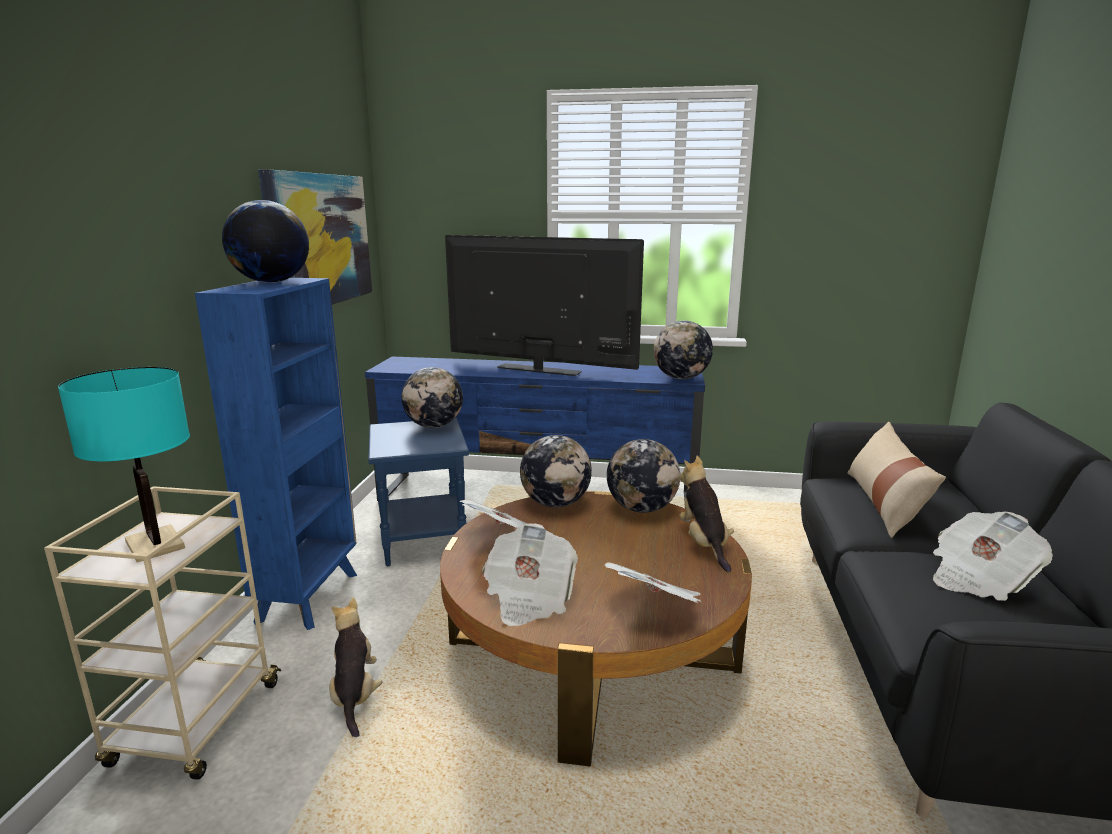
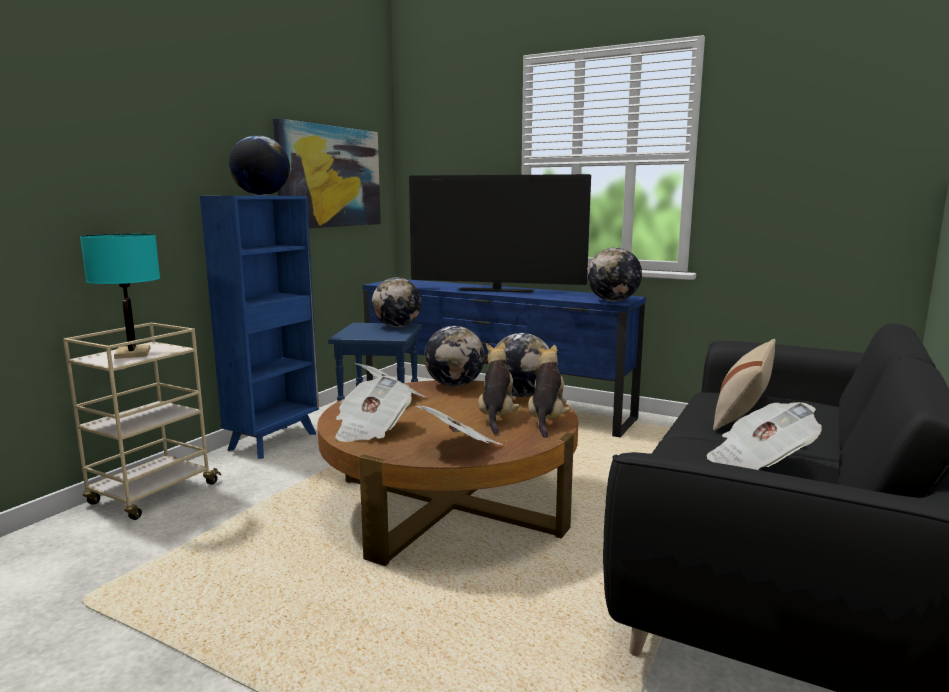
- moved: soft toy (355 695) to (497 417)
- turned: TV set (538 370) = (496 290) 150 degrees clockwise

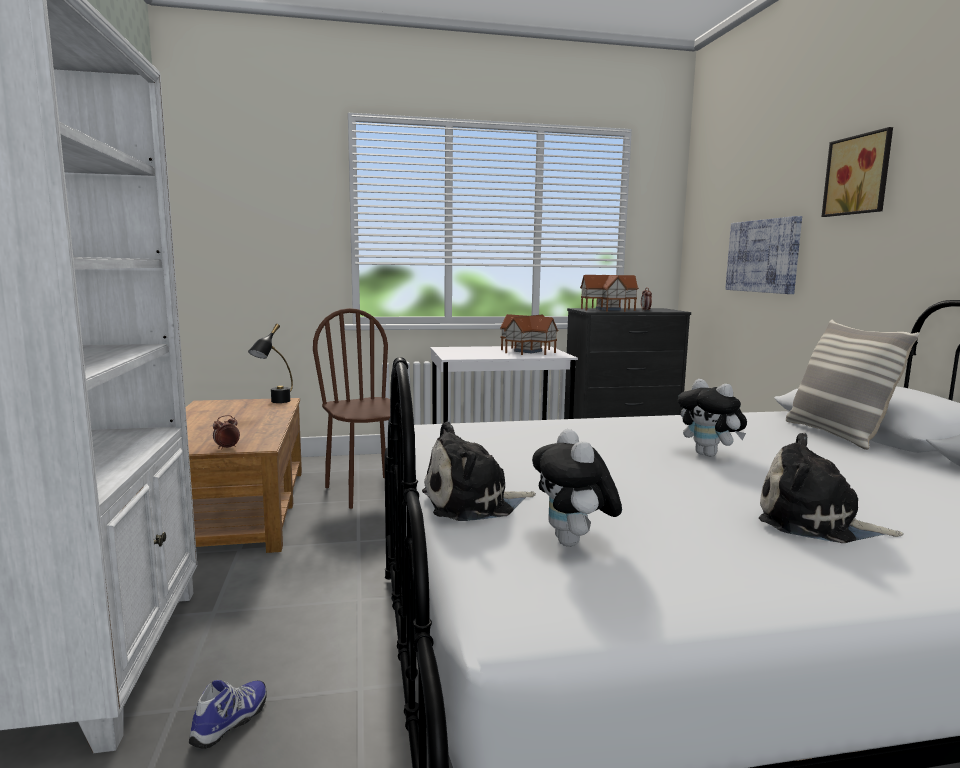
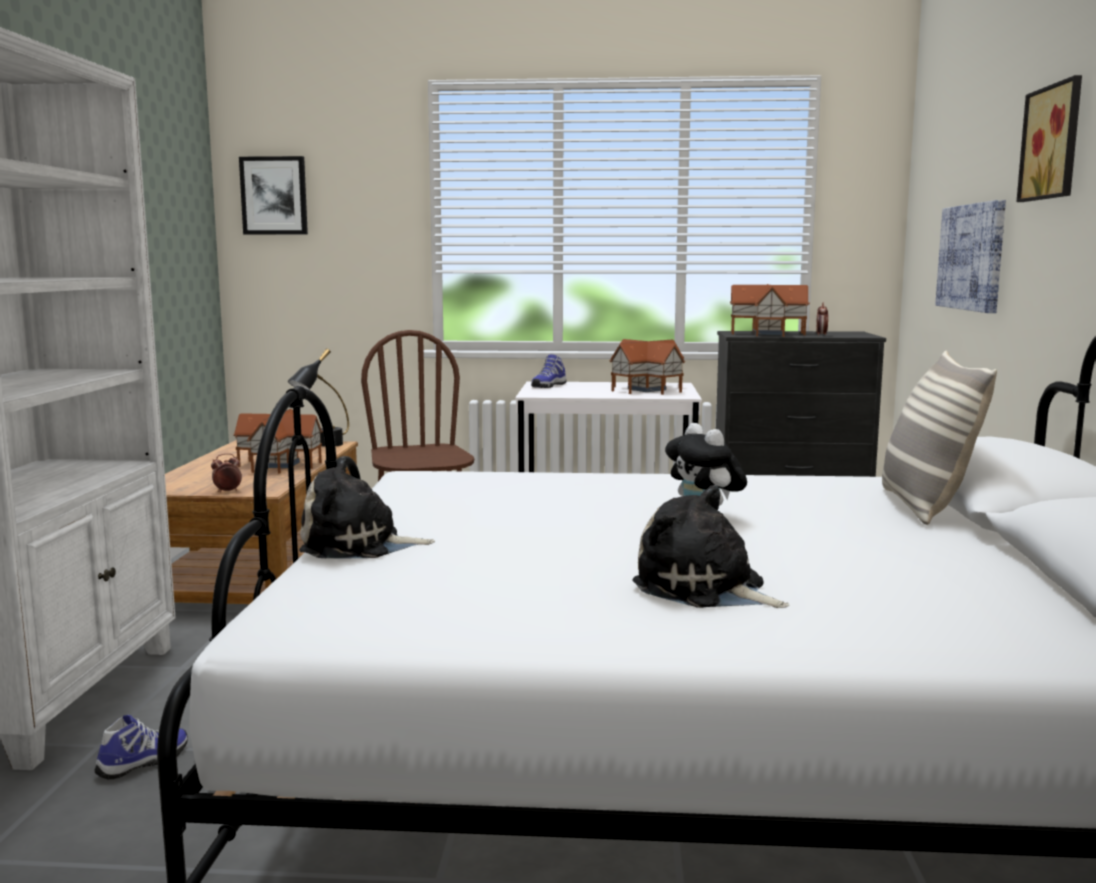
- removed: soft toy (574 543)
- added: toy house (279 464)
- added: wall picture (274 196)
- added: item of footwear (548 386)

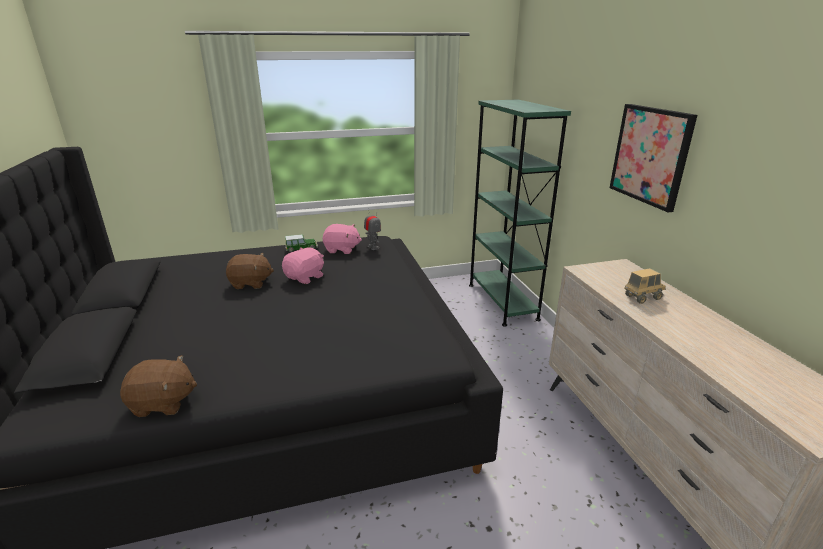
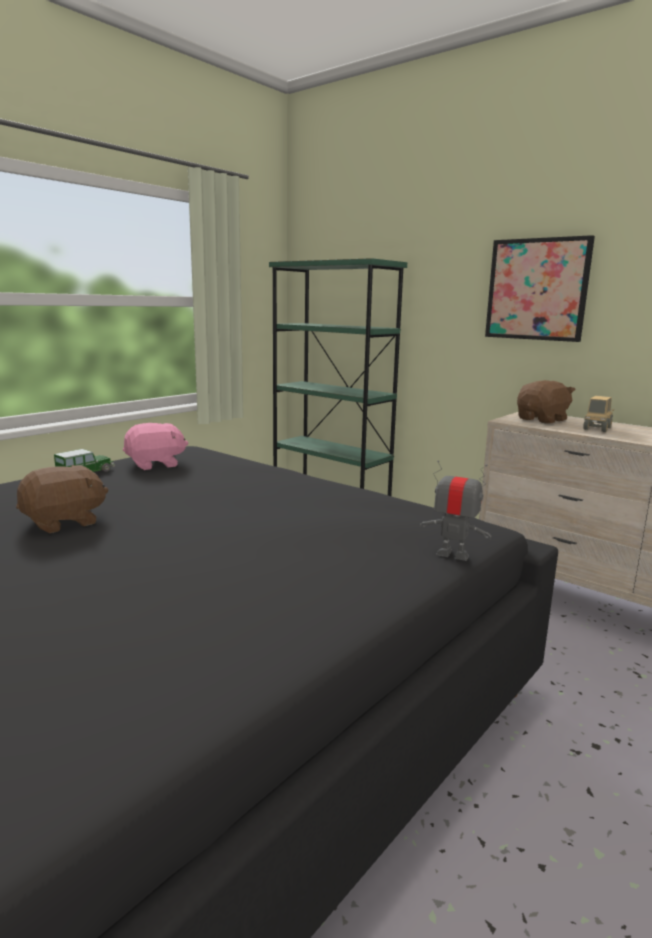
- removed: pink-coloured soft toy (305 277)
- moved: brown-coloured soft toy (163 403) to (542 420)
- moved: toy robot (373 247) to (453 554)

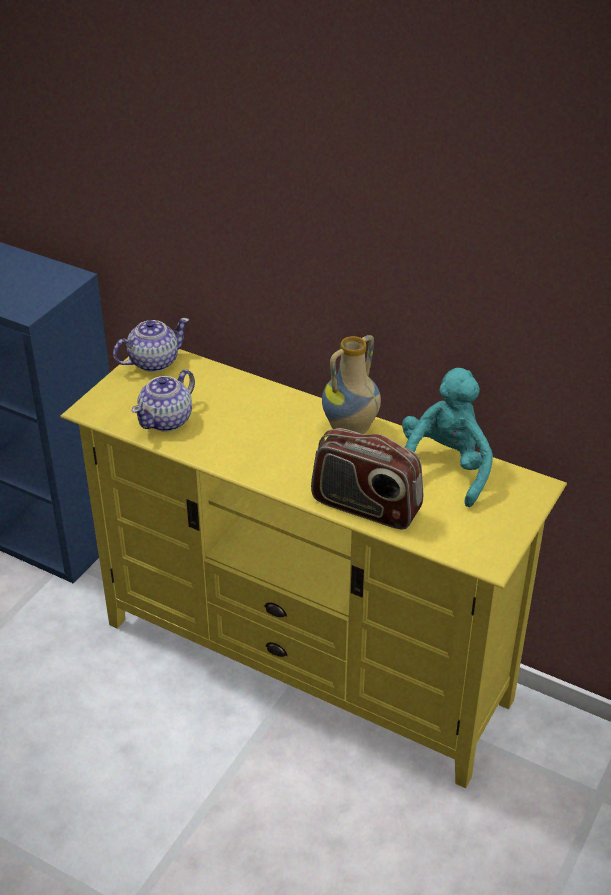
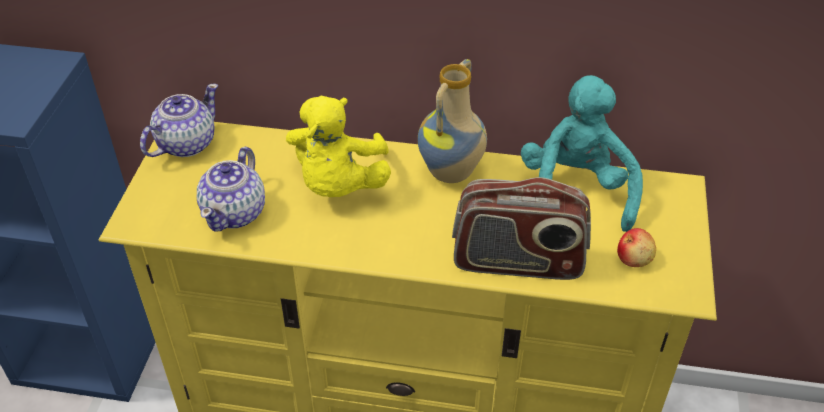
- added: yellowish soft toy (339 185)
- added: apple fruit (634 258)

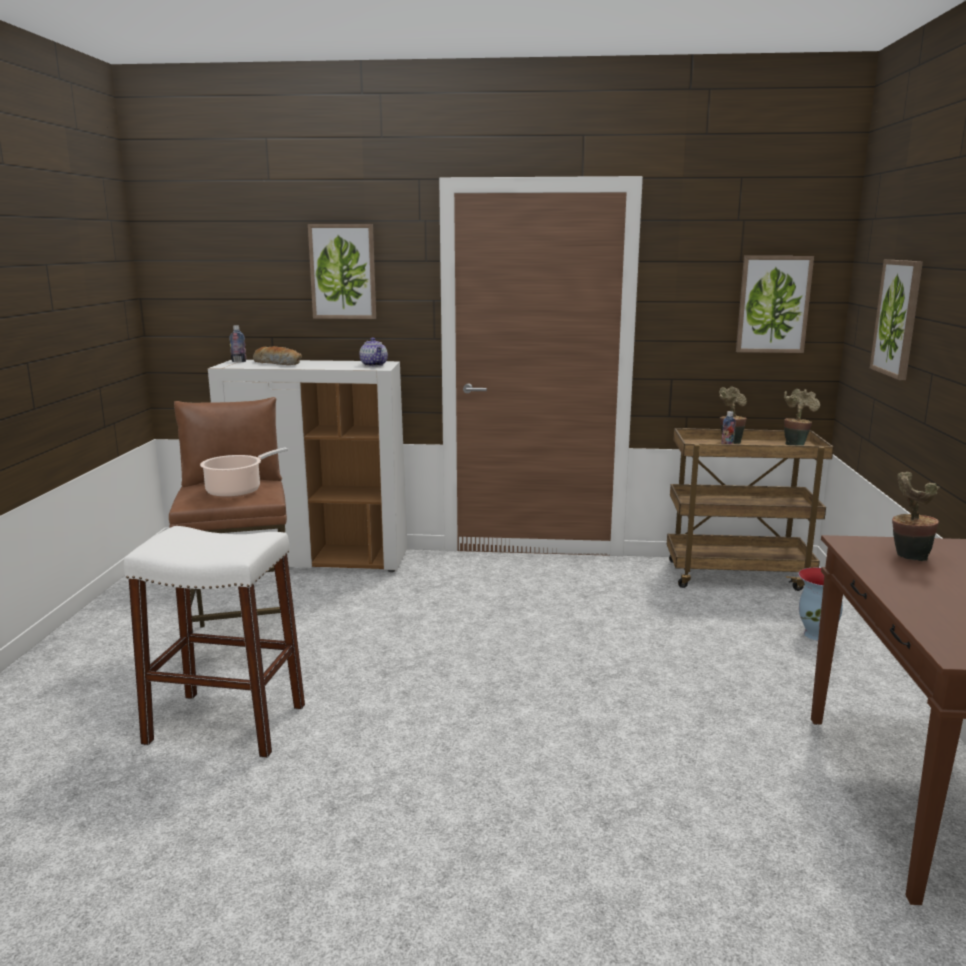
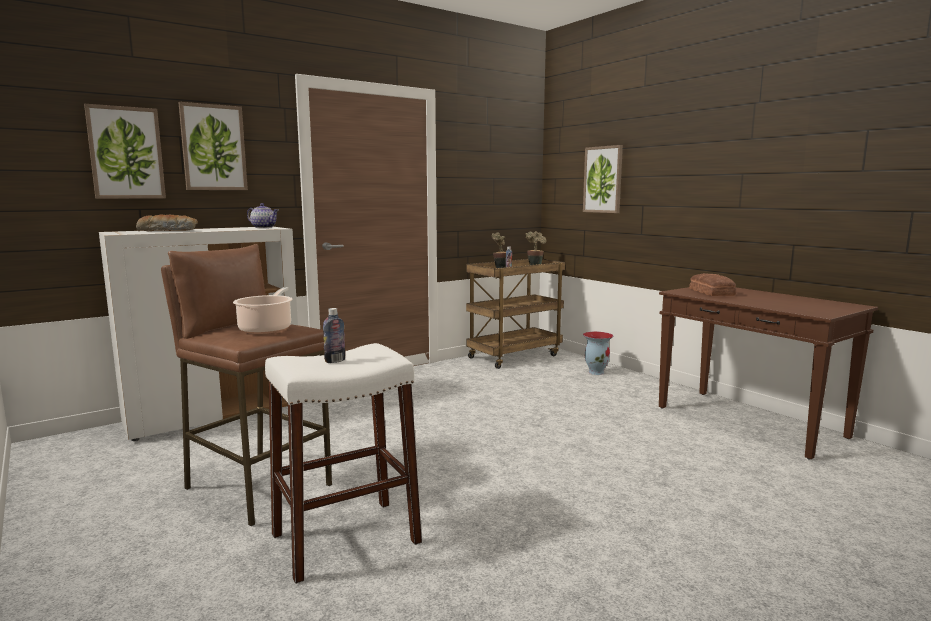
- moved: bottle (239 361) to (335 361)
- moved: wall picture (773 304) to (126 153)
- replaced: plant in a pot (907 557) to baked bread (711 292)

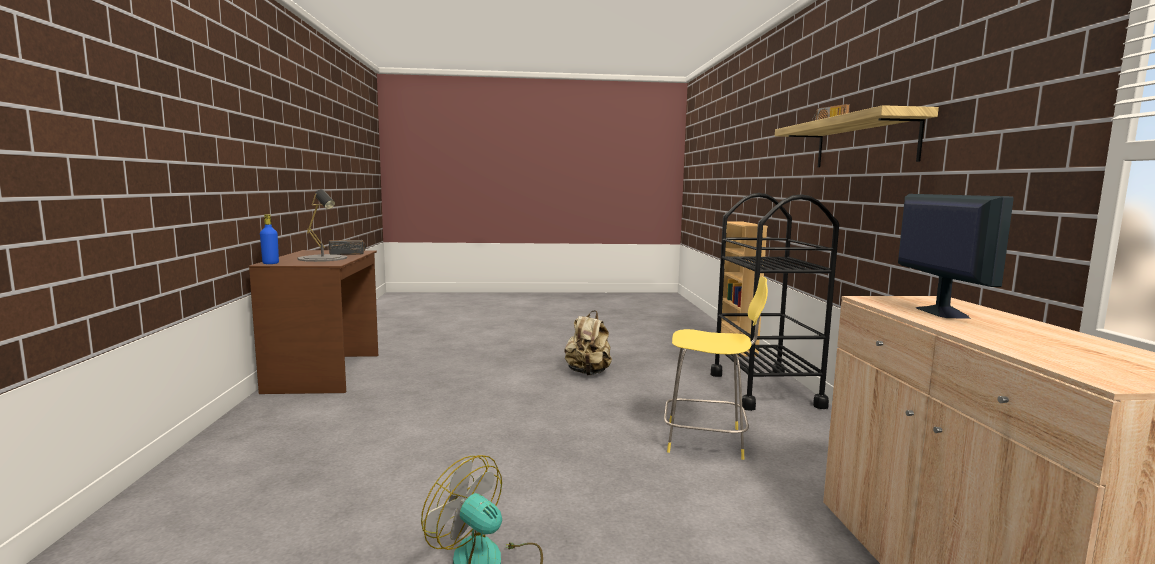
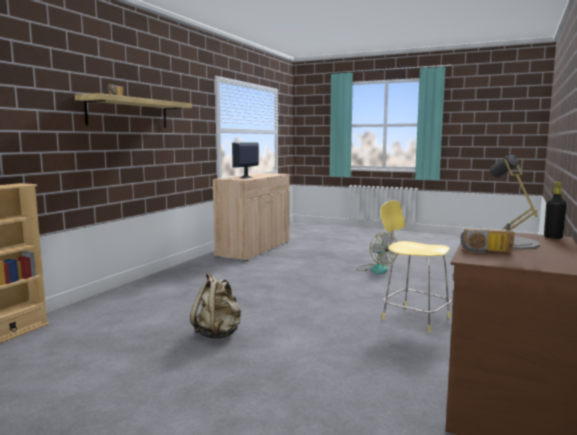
- removed: blackish trolley (764 390)
- moved: yellowish stool seat (708 440) to (413 317)
- recoloured: bluish bottle (270 263) to blackish bottle (553 237)

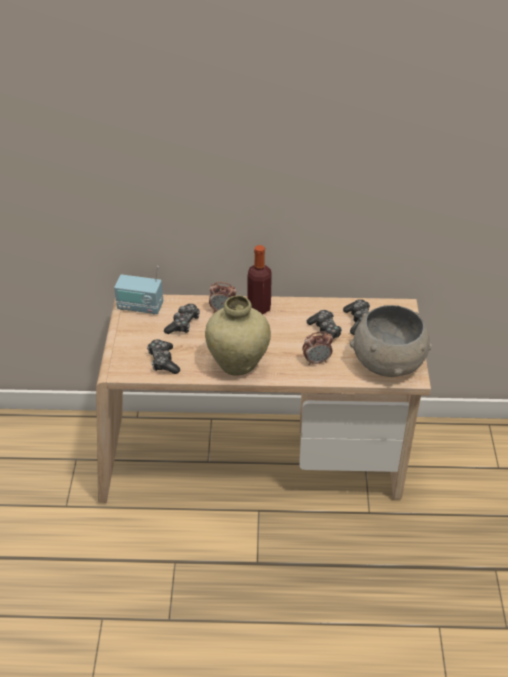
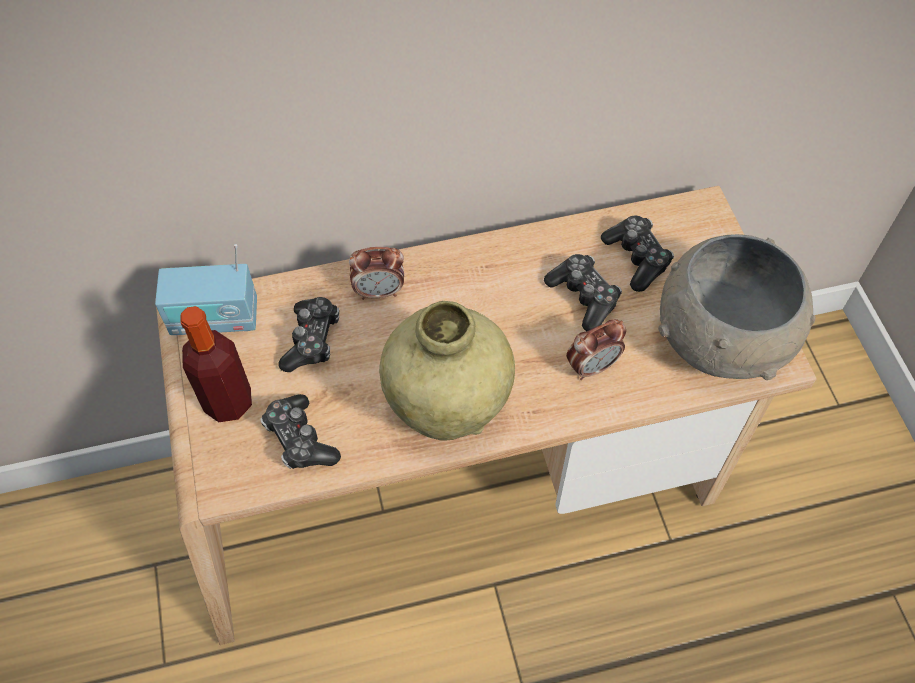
- moved: bottle (259 307) to (228 402)

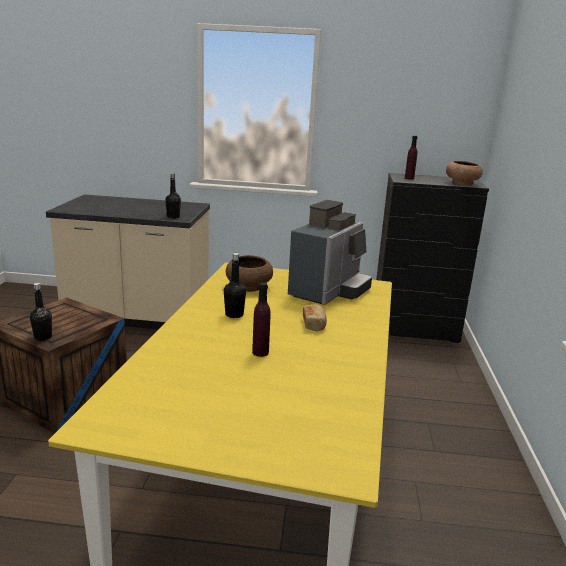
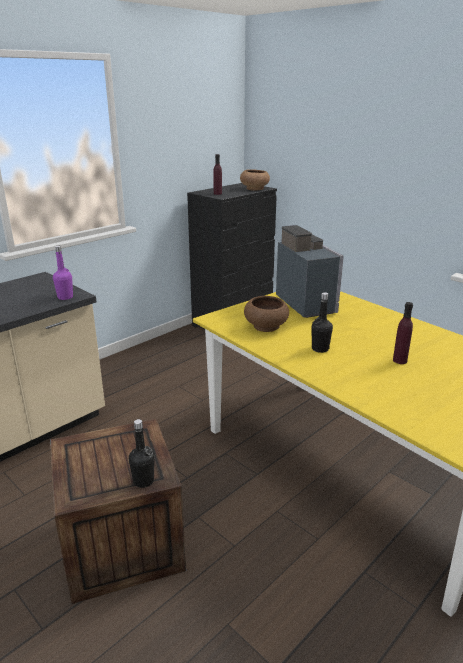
- removed: baked bread (314 324)
- recoloured: blackish bottle (173 217) to purple bottle (65 297)

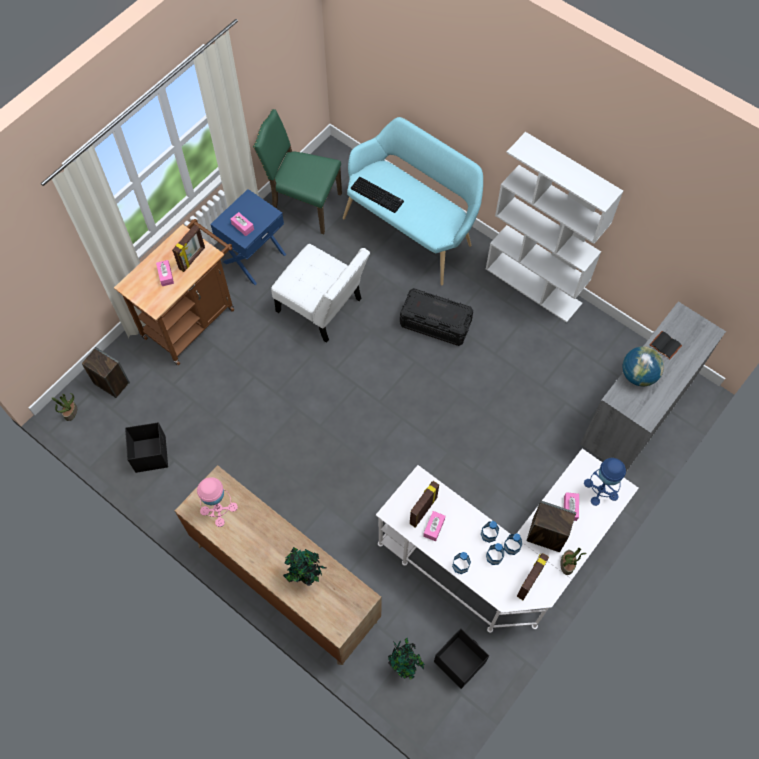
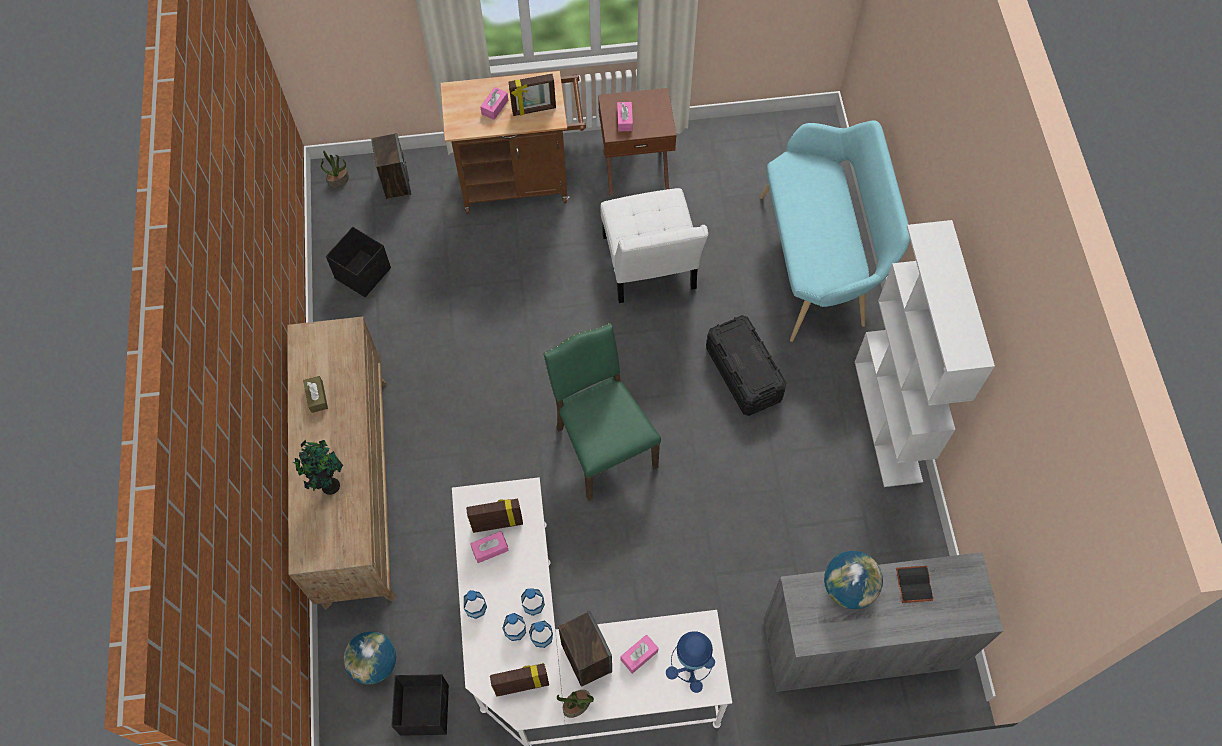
- removed: pink-coloured lamp for a table (219 509)
- removed: keyboard (378 195)
- added: brown-coloured box of tissues (317 397)
- moved: green plain chair (304 205) to (603 446)
- replaced: plant in a pot (404 665) to world globe (374 663)
- recoloured: bluish nightstand (254 257) to brown-coloured nightstand (635 168)

